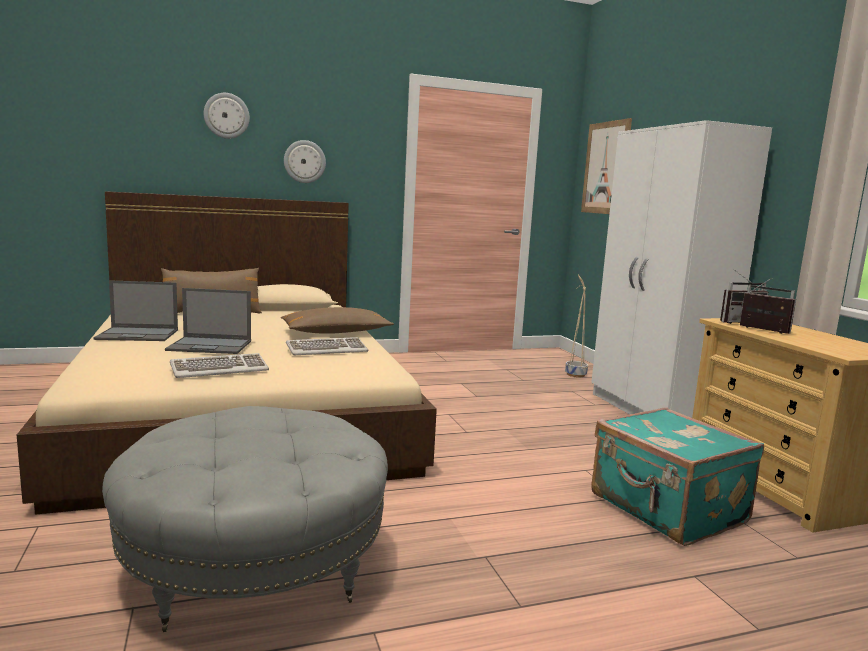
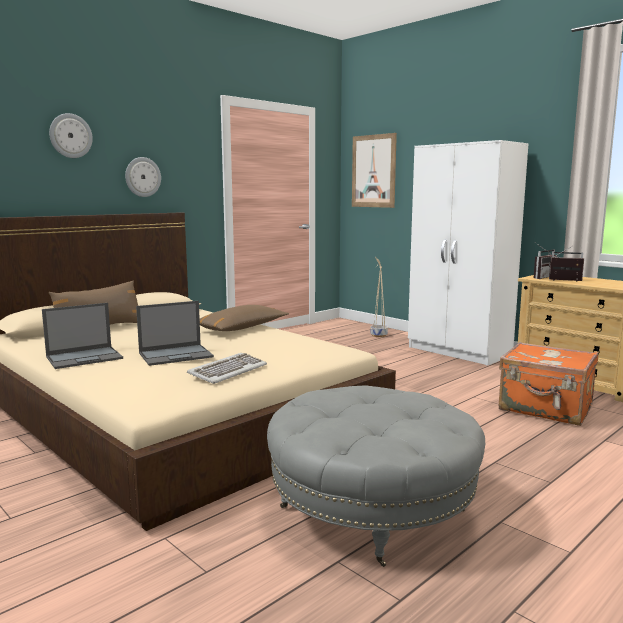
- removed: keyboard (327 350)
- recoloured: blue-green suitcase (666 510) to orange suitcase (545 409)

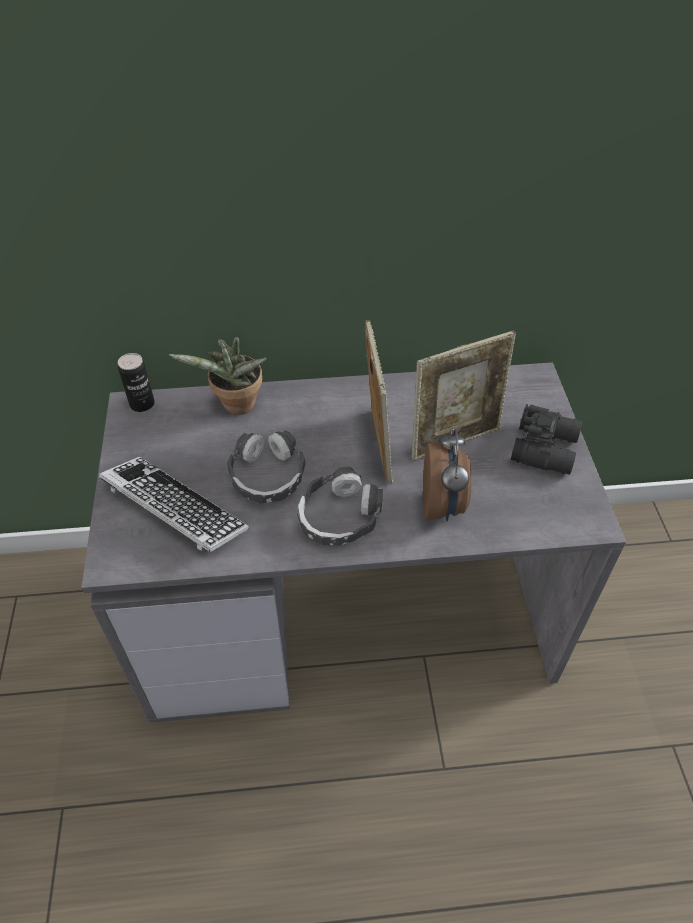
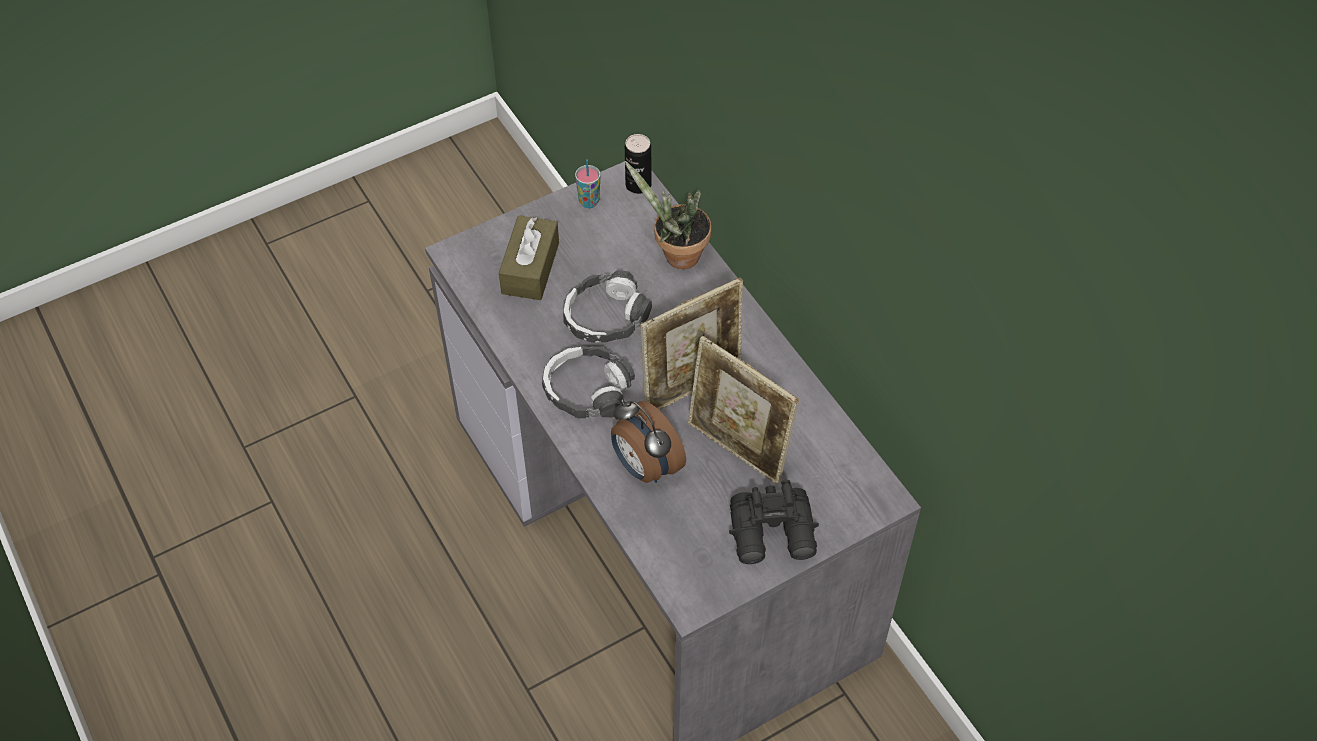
- added: drinking cup (589 202)
- replaced: keyboard (174 509) to brown-coloured box of tissues (530 268)
- turned: bedside clock (443 505) = (645 467) 75 degrees clockwise

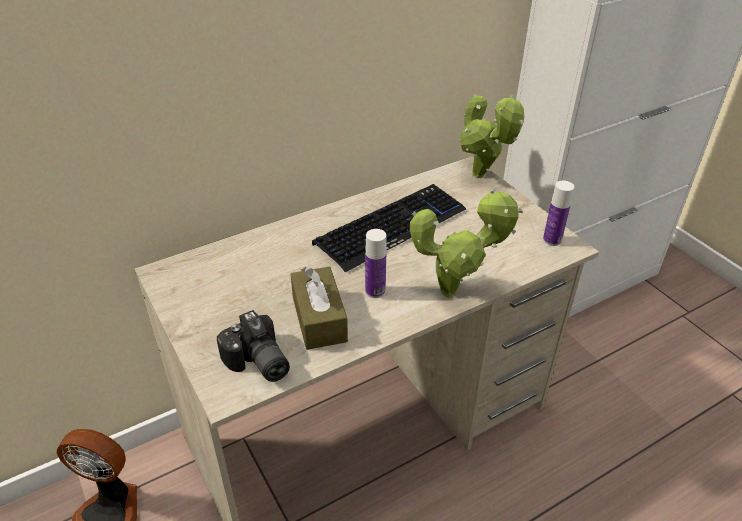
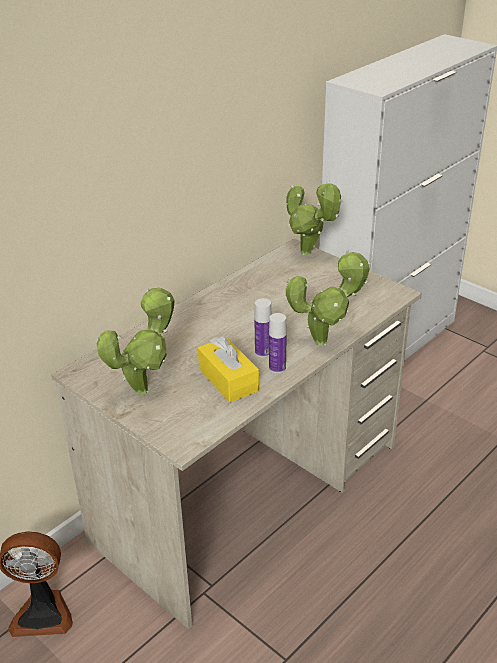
- removed: photo camera (257 363)
- removed: keyboard (391 227)
- added: plant in a pot (145 387)
- moved: bottle (552 240) to (277 368)
- recoloured: brown-coloured box of tissues (319 318) to yellowish box of tissues (228 380)

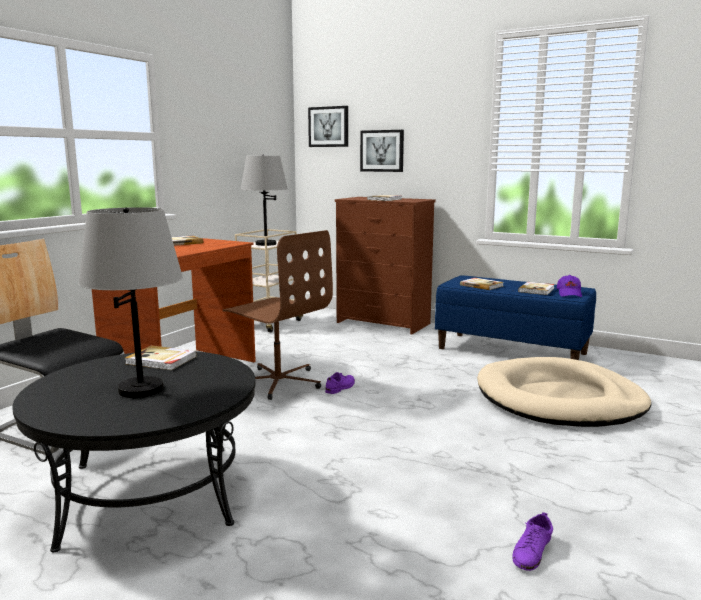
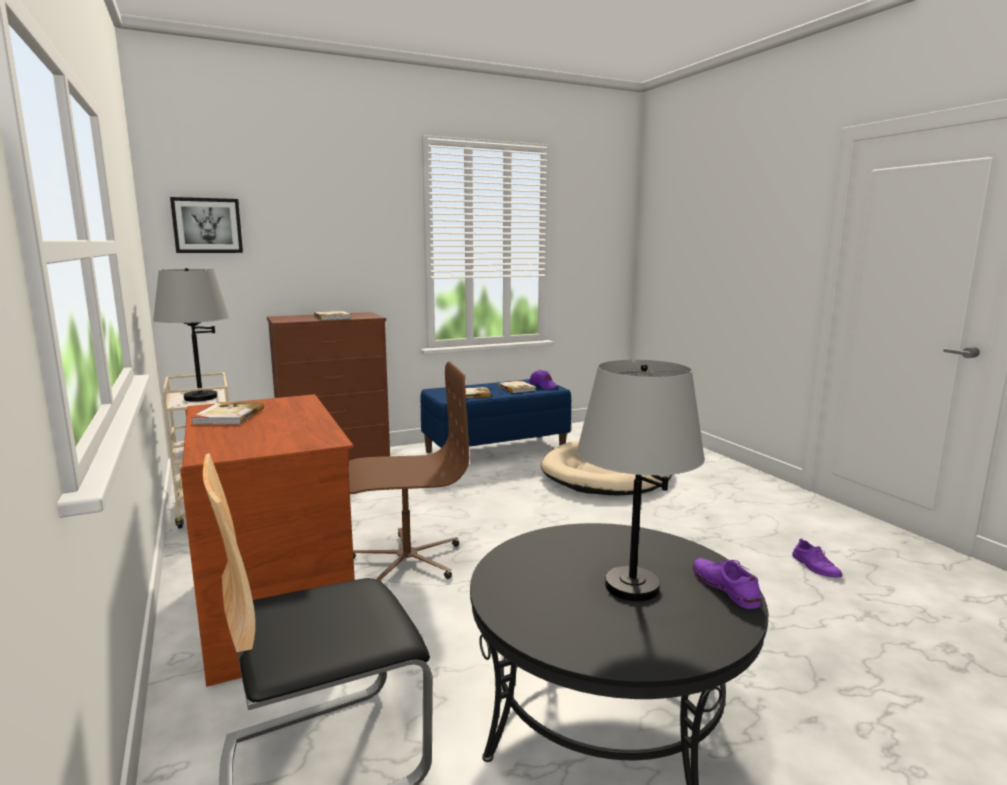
- removed: bound book (161 360)
- removed: wall picture (382 151)
- moved: purple item of footwear (340 387) to (725 588)

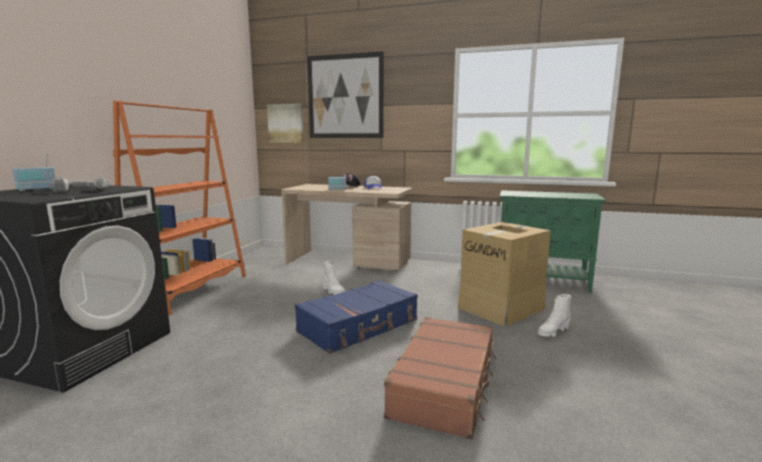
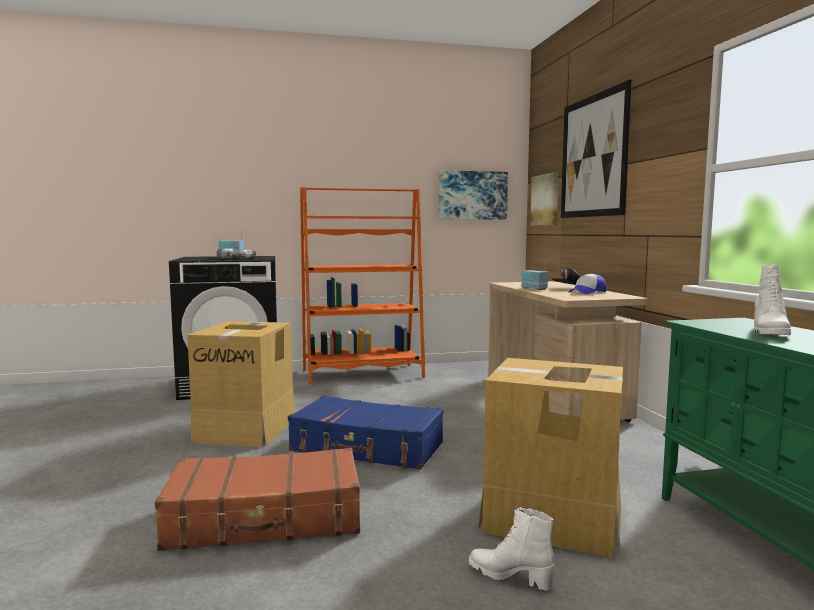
- added: packing box (247 429)
- added: wall picture (472 195)
- moved: white high-top boot (333 291) to (768 332)

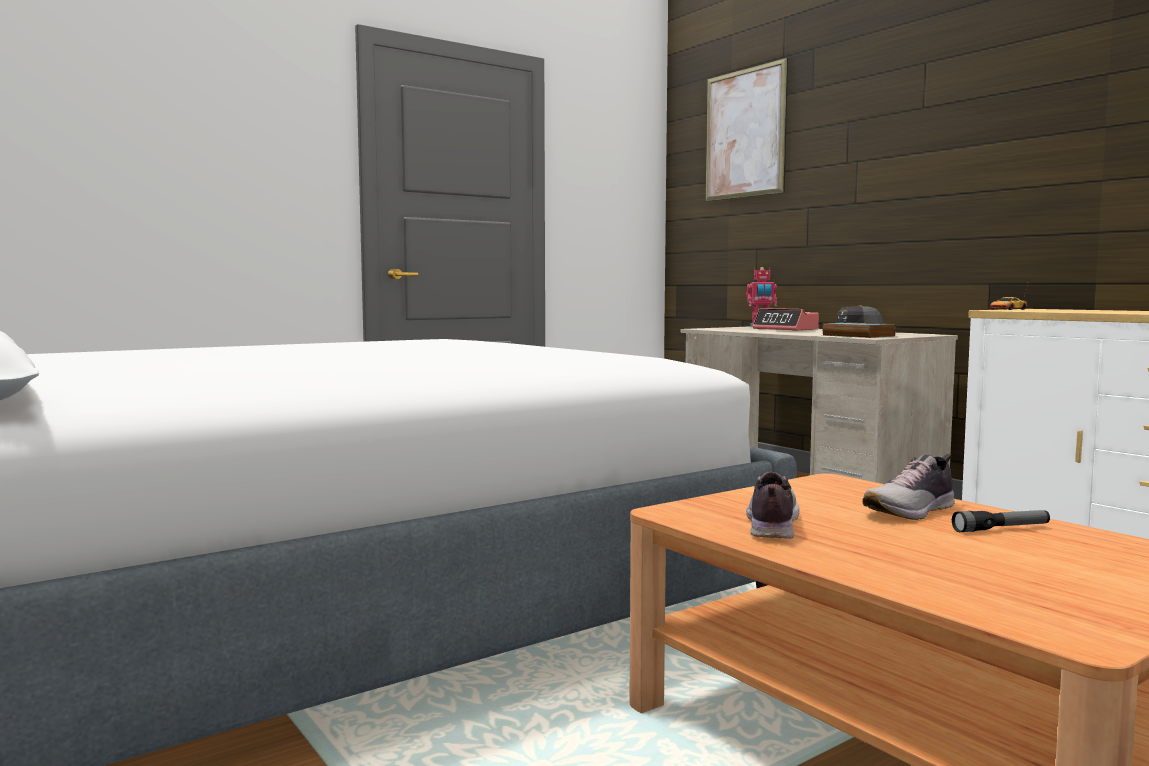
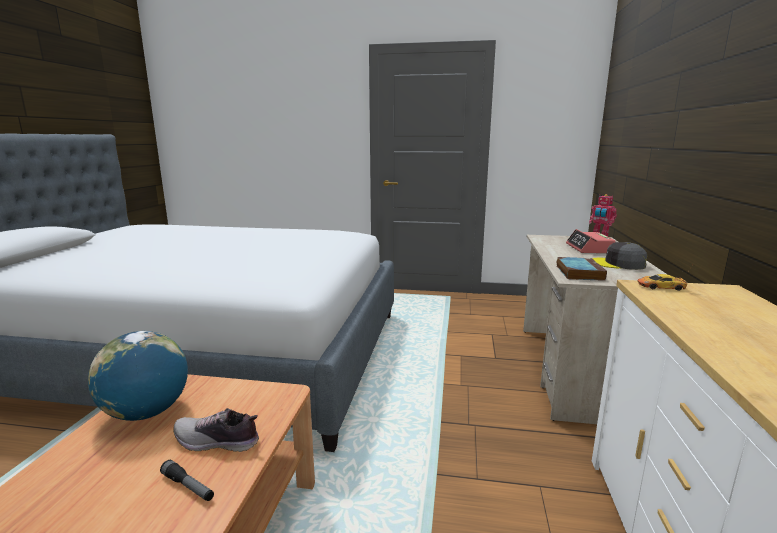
- removed: wall picture (745 133)
- replaced: item of footwear (771 524) to world globe (146 412)

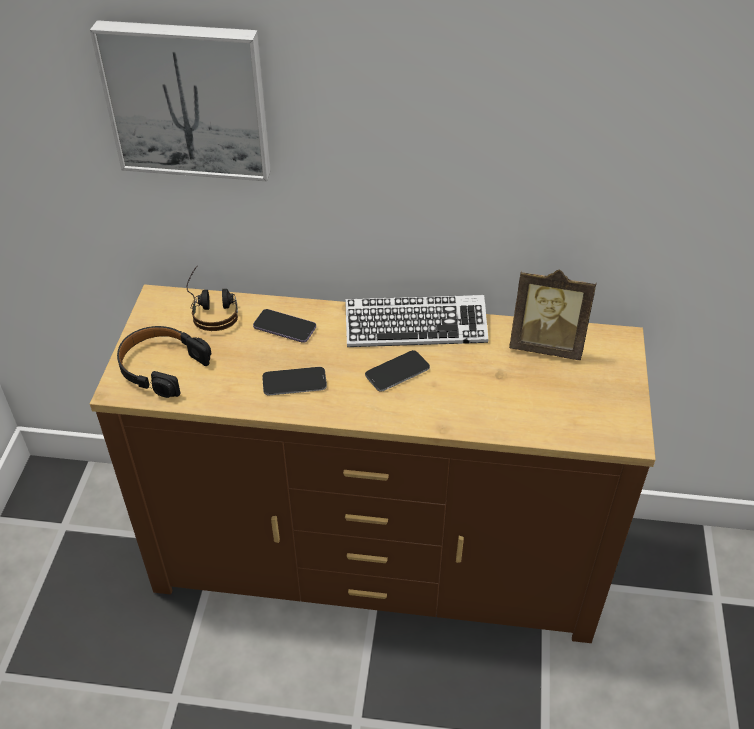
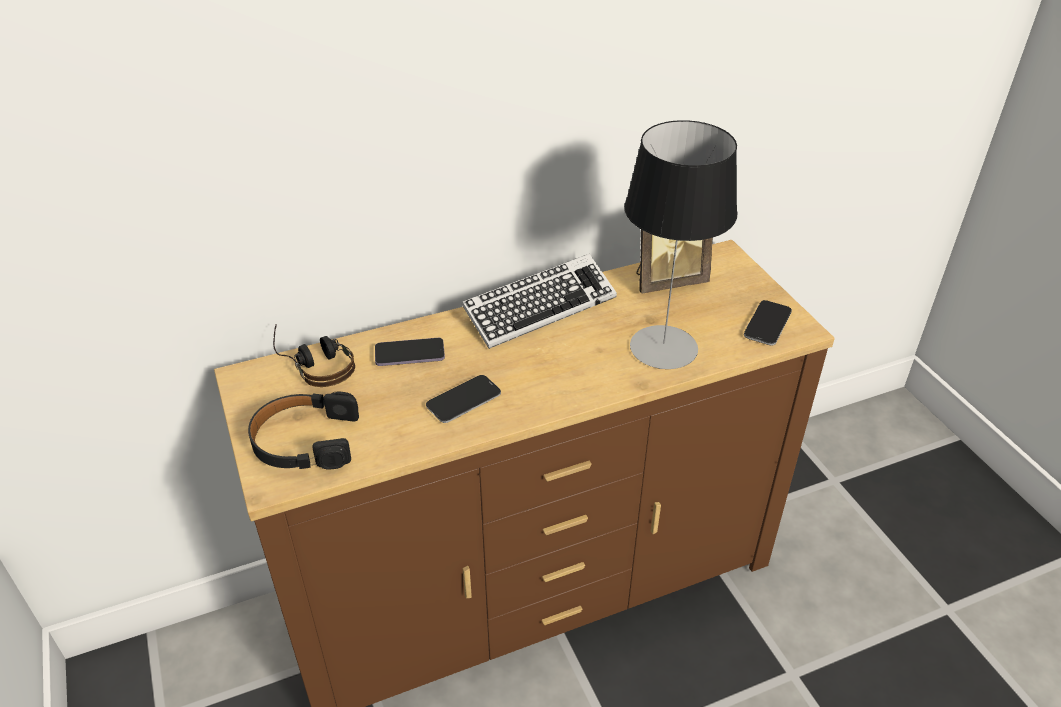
- removed: wall picture (188 99)
- added: lamp for a table (663 347)
- moved: phone (397 372) to (767 324)

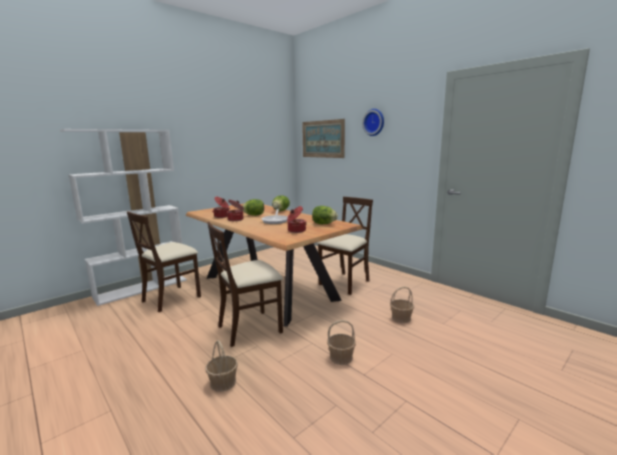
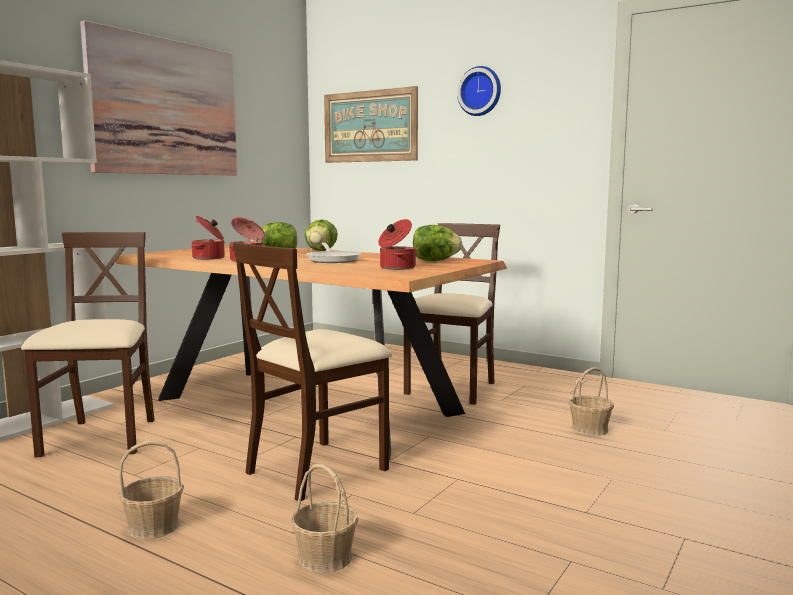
- added: wall picture (165 107)
- moved: storage basket (341 357) to (154 526)
- turned: sand-coloured plain chair (171 298) = (101 438) 150 degrees clockwise

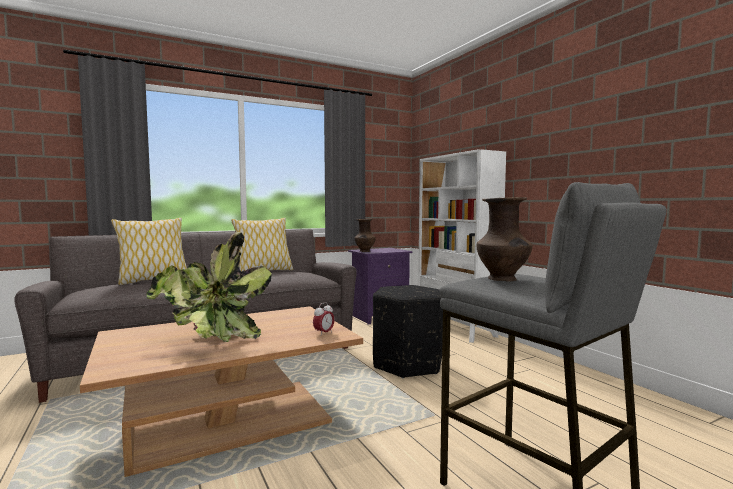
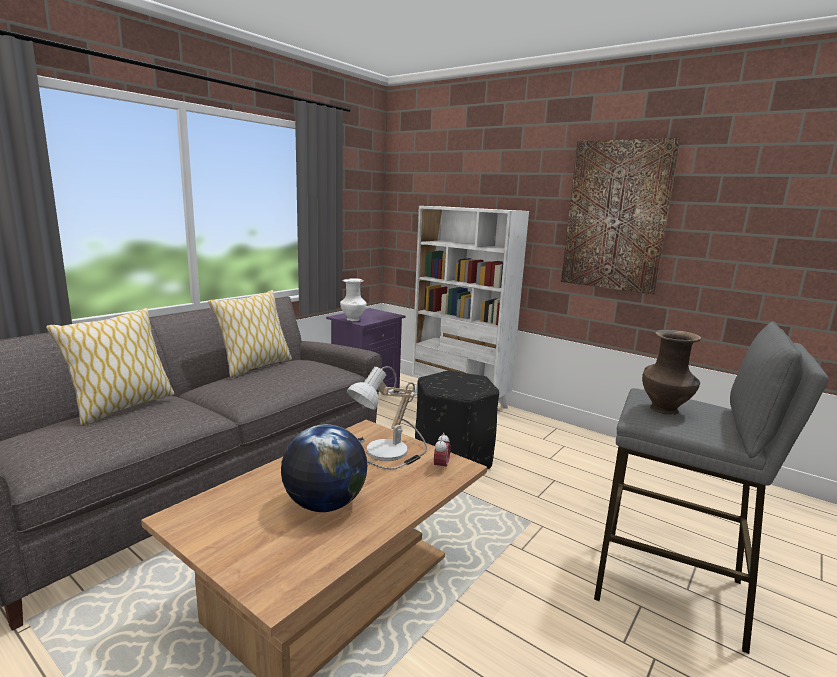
- added: lamp for a table (388 453)
- added: wall picture (616 216)
- replaced: plant in a pot (208 339) to world globe (324 504)
- recoloured: brown-coloured flower vase (365 251) to white flower vase (353 320)

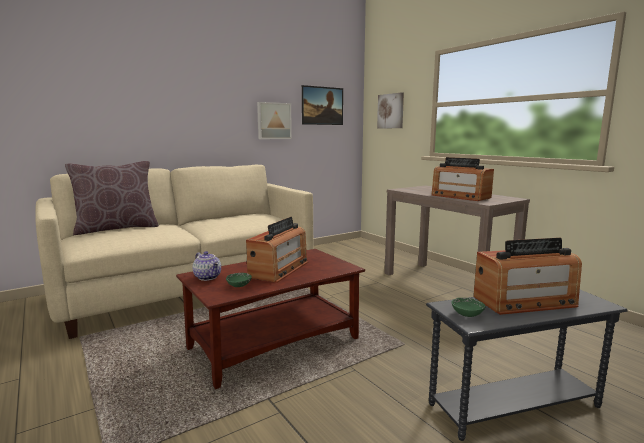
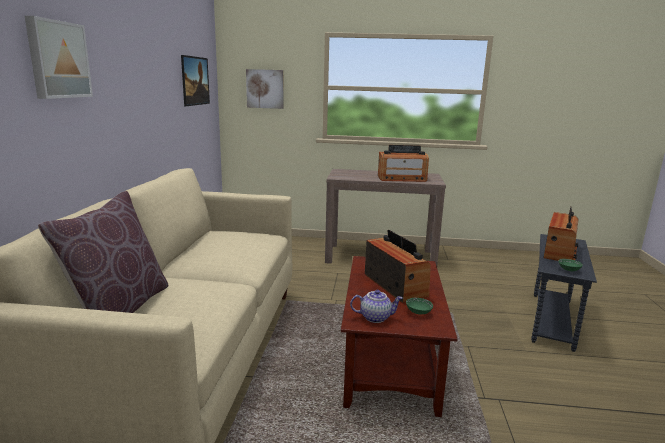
- moved: wall picture (273 121) to (57 59)

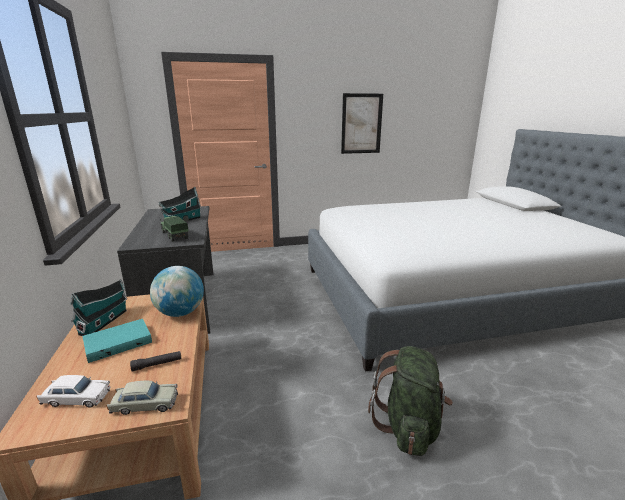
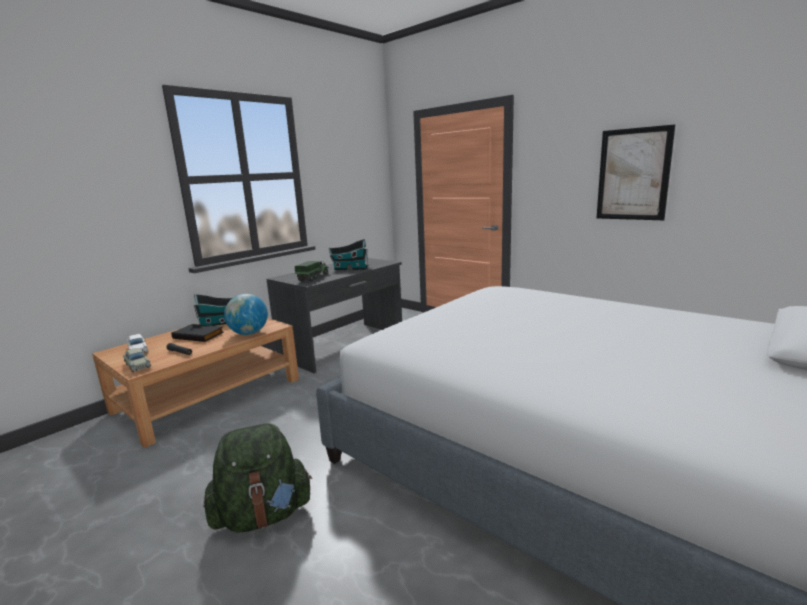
- recoloured: blue-green bound book (118 342) to blackish bound book (199 335)

